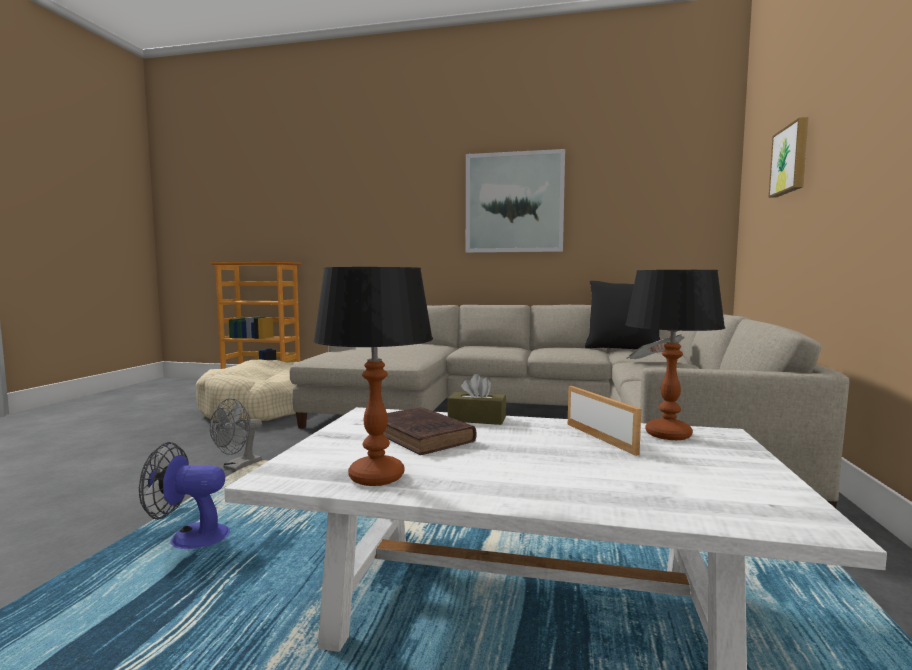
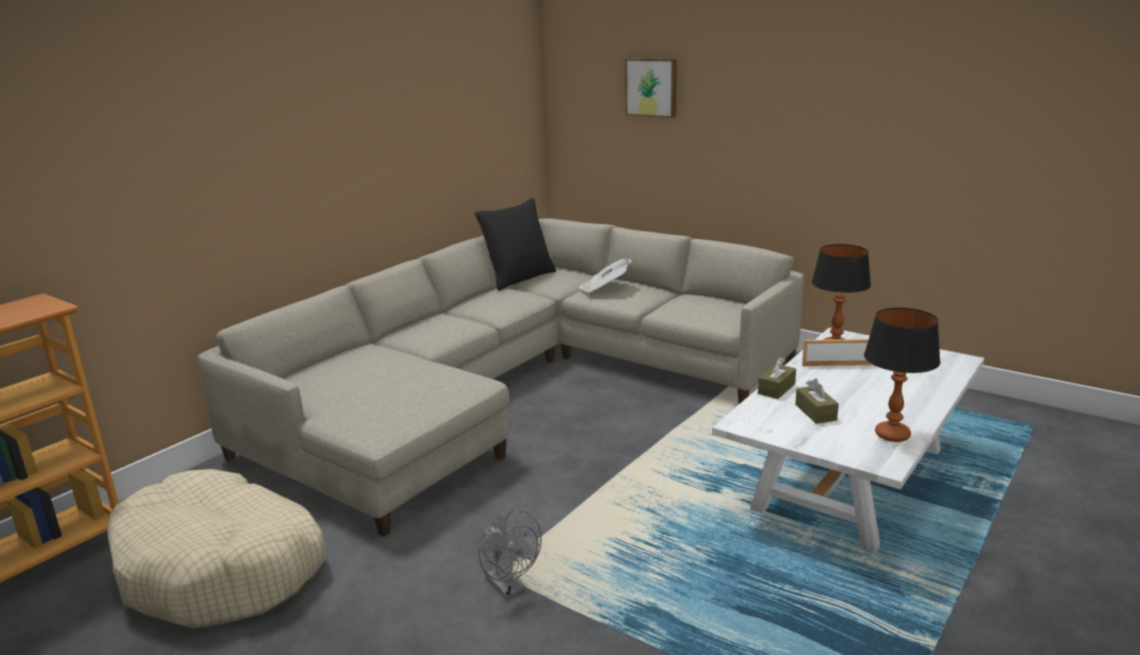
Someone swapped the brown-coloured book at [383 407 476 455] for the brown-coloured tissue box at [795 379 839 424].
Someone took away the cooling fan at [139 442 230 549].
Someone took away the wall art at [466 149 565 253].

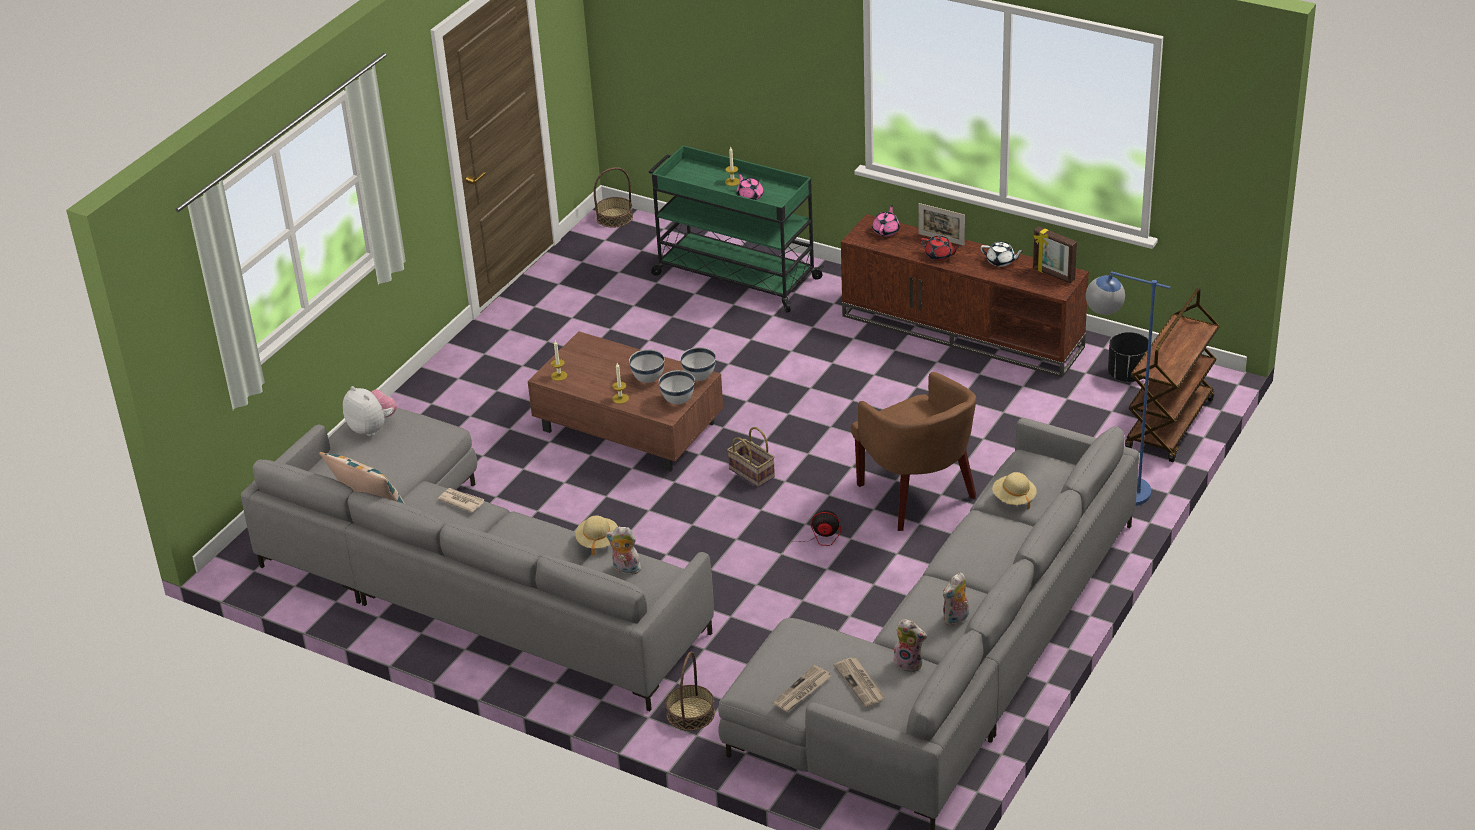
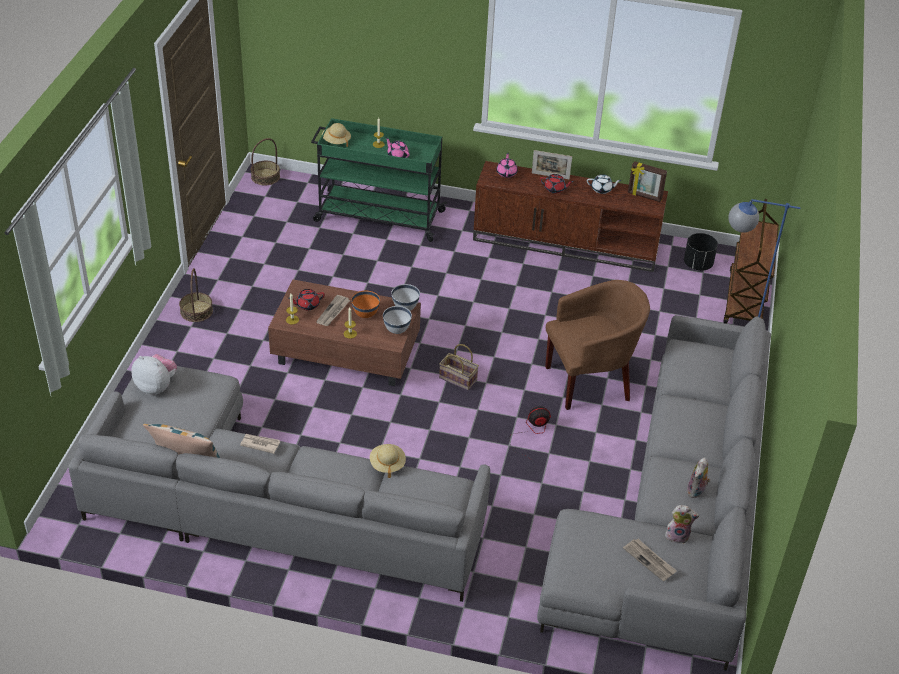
Someone carried the storage basket from [666 652 715 731] to [179 268 213 322].
Someone put down the reddish pot for tea at [289 289 325 310].
Someone carried the daily paper from [773 665 831 712] to [316 295 350 326].
Someone carried the sand-coloured wearable hat from [992 472 1037 509] to [322 123 351 147].
Someone repainted the whitish bowl at [629 349 665 383], which became the orange bowl at [351 291 380 318].
Someone rotated the brown-coloured lounge chair at [851 372 976 531] by 60 degrees counterclockwise.
Someone took away the plush toy at [606 526 641 575].

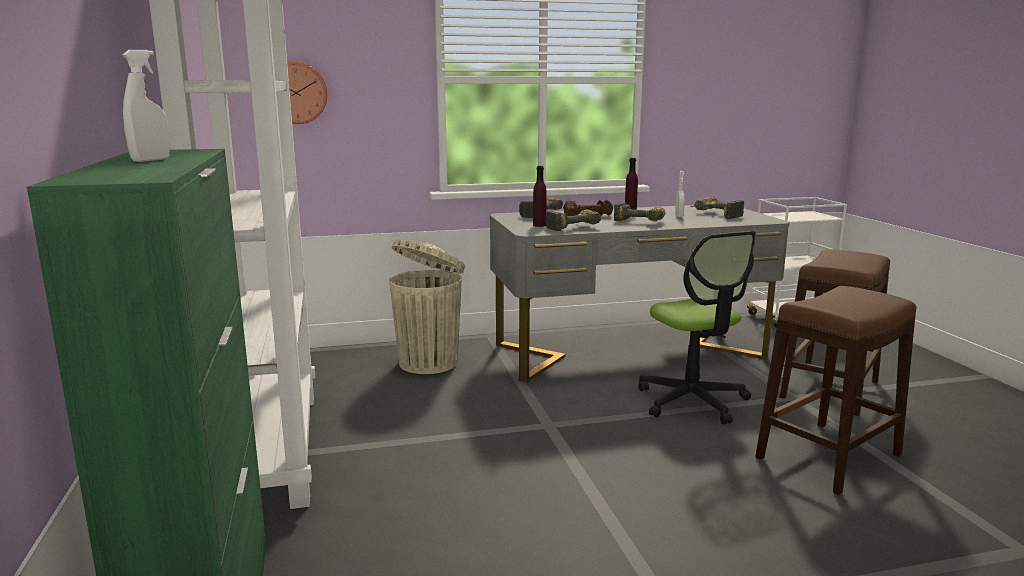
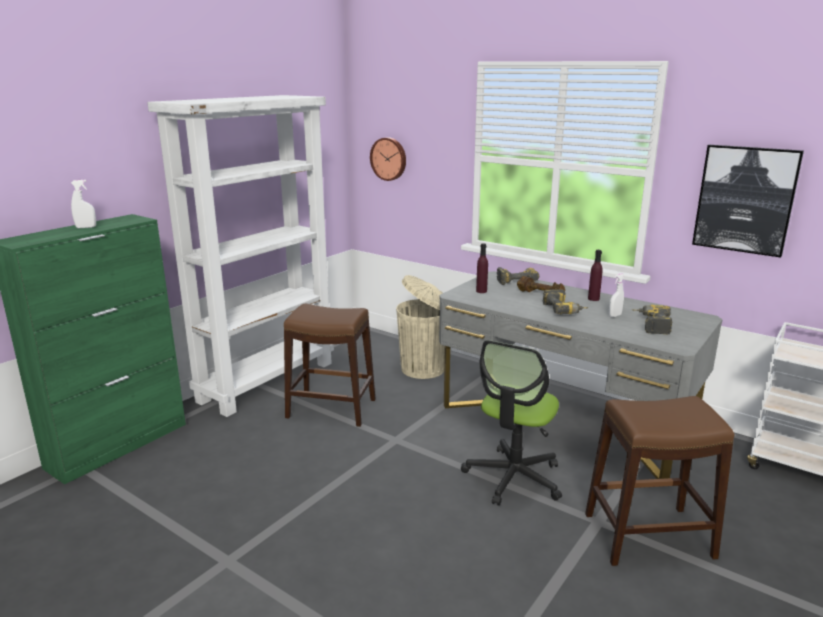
Someone carried the brown-coloured sitting stool from [755 286 917 495] to [284 304 376 427].
Someone put up the wall art at [692 145 804 258].
Someone took away the power drill at [545 210 601 231].

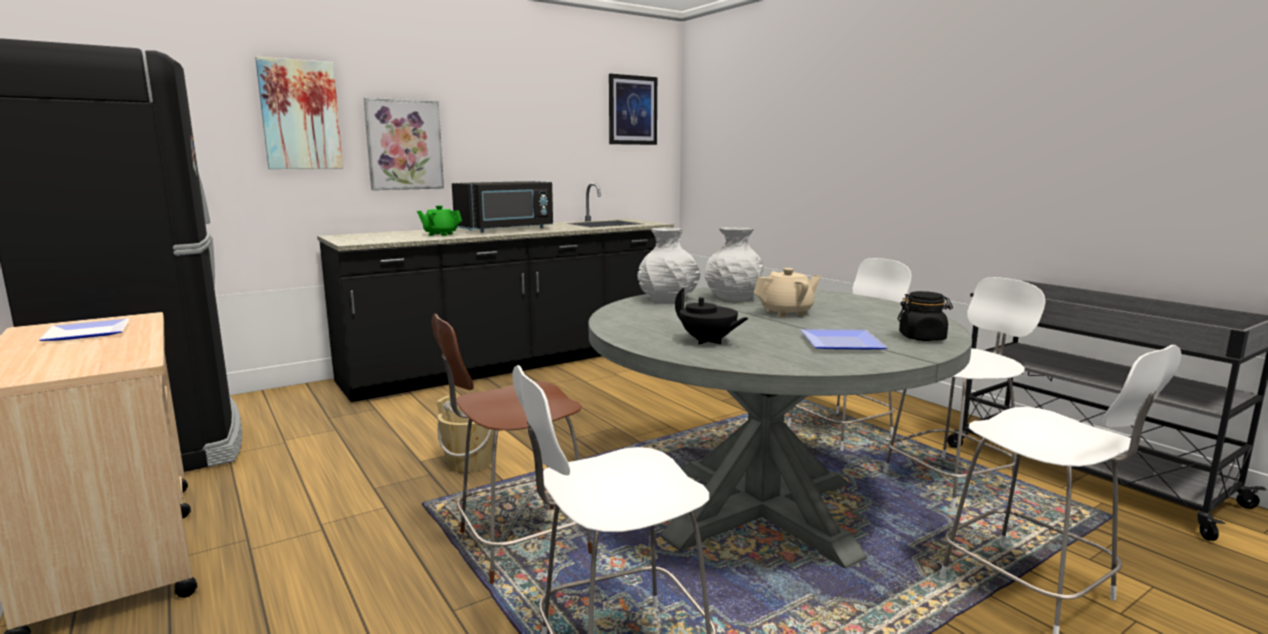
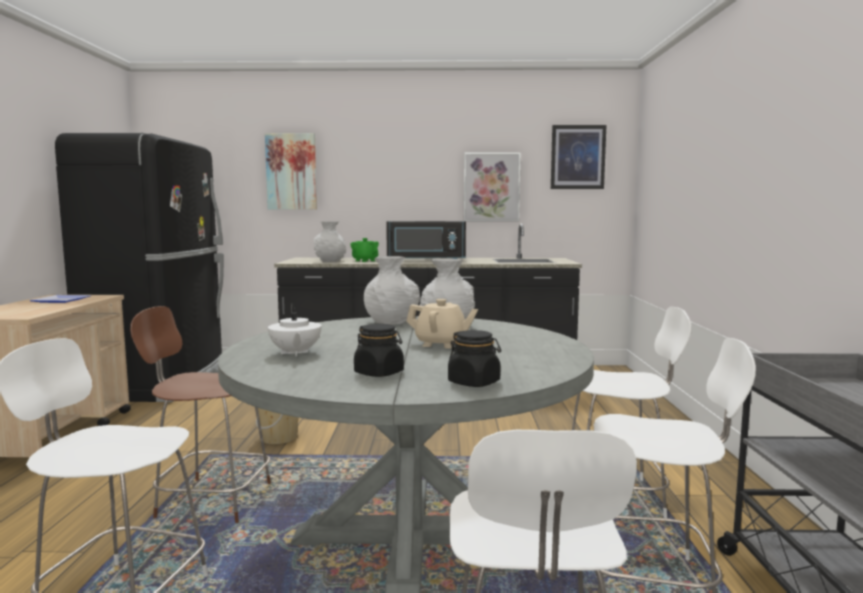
Someone repainted the blackish pot for tea at [675 288 749 345], which became the whitish pot for tea at [268 303 321 356].
Someone put down the whitish decorative vase at [313 222 346 262].
Someone swapped the plate at [801 329 888 349] for the blackish jar at [354 324 404 377].
Someone carried the wall art from [363 98 444 190] to [464 152 521 221].

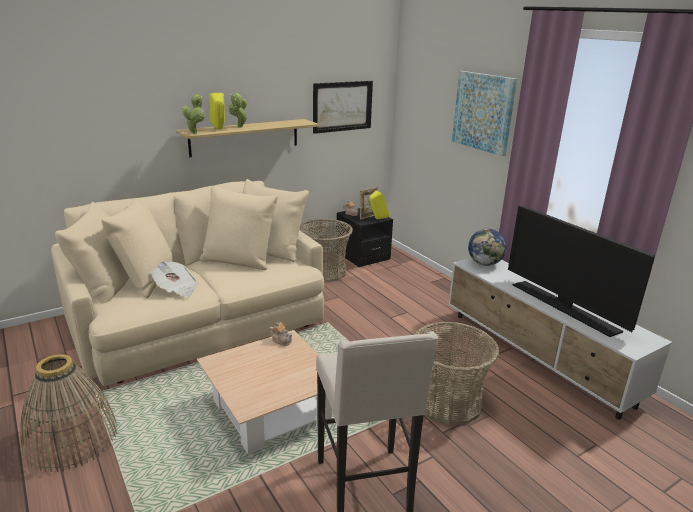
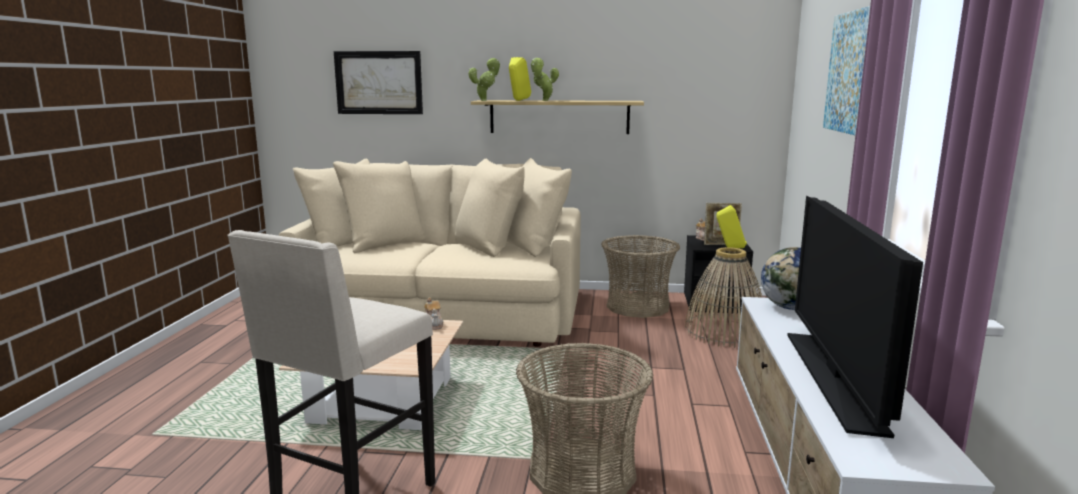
Someone carried the wall art from [313 81 373 134] to [334 51 423 114].
Someone carried the storage basket from [21 354 117 472] to [685 247 763 348].
Someone took away the daily paper at [151 261 199 297].

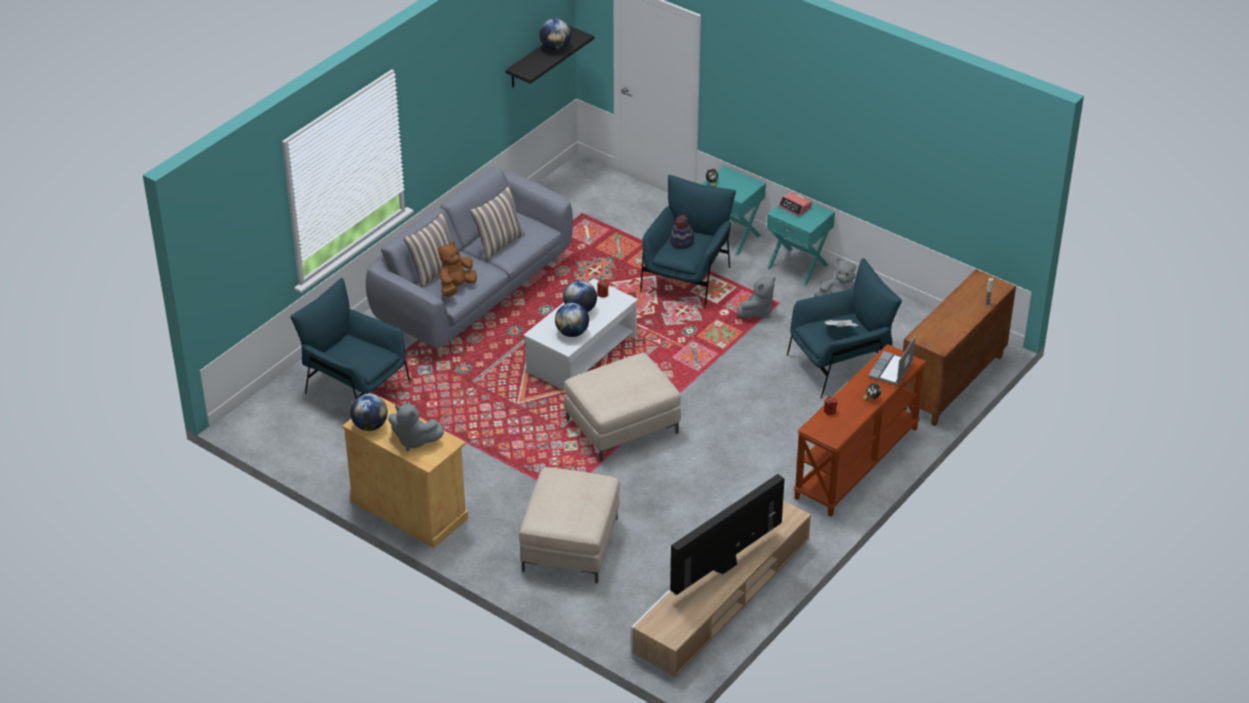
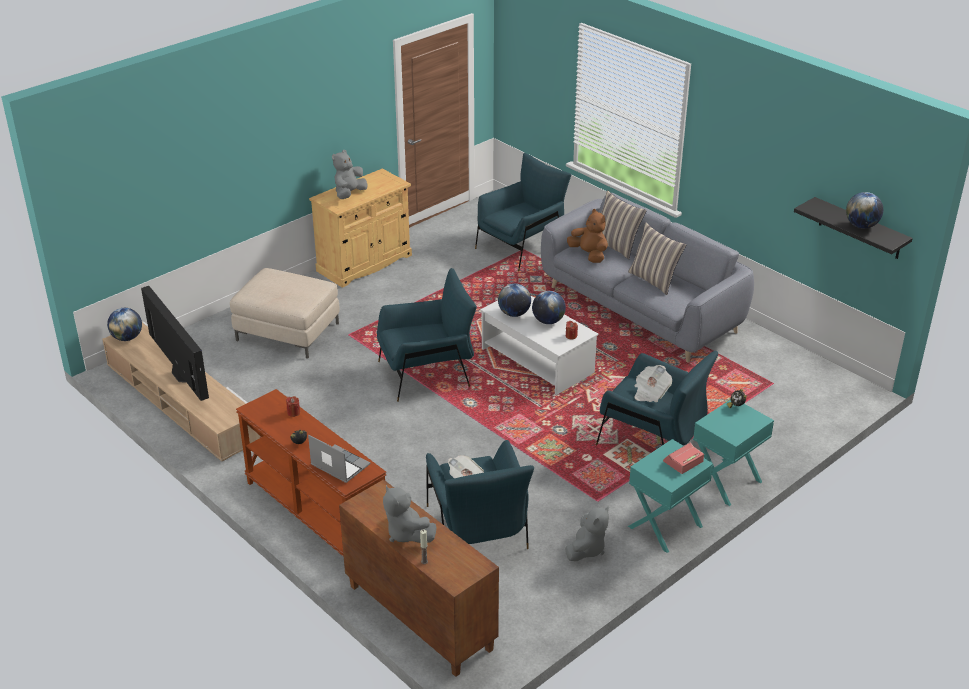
Someone carried the globe from [350 394 388 431] to [107 308 142 341].
Someone swapped the sand-coloured ottoman at [564 353 681 462] for the blue lounge chair at [377 268 477 402].
Someone carried the gray plush toy from [737 277 775 319] to [383 485 437 543].
Someone swapped the wearable hat at [670 215 694 249] for the daily paper at [634 365 672 402].

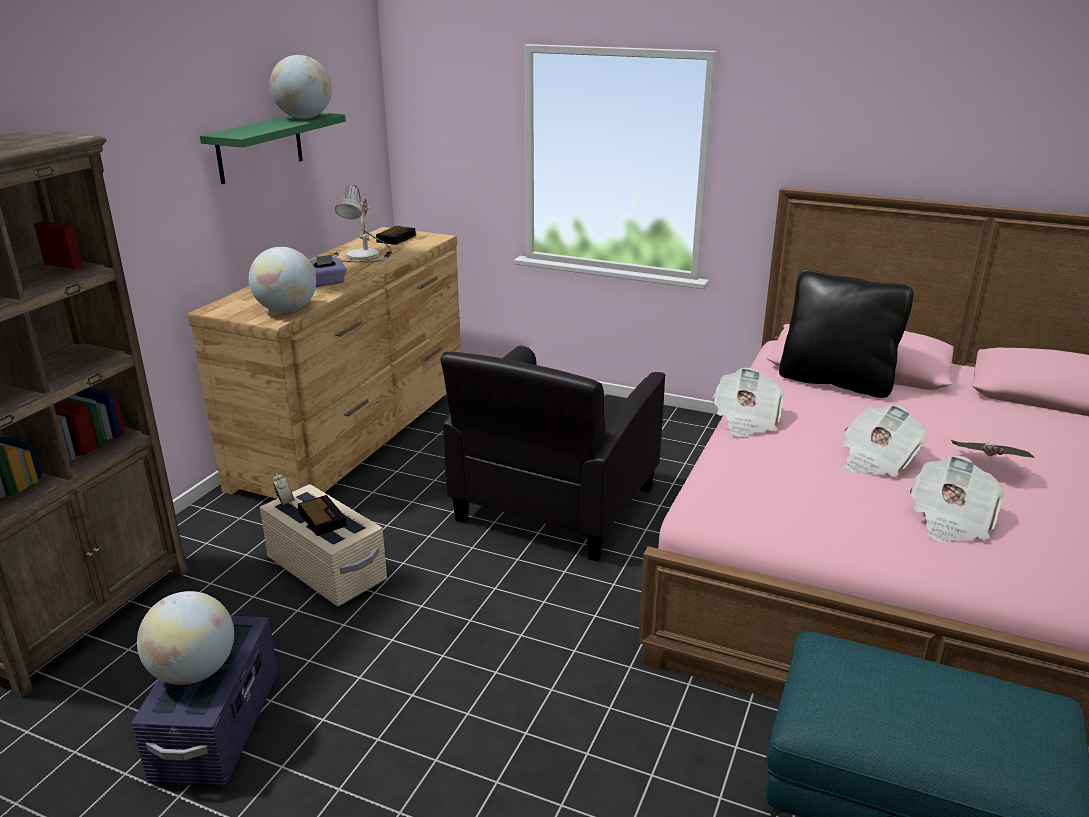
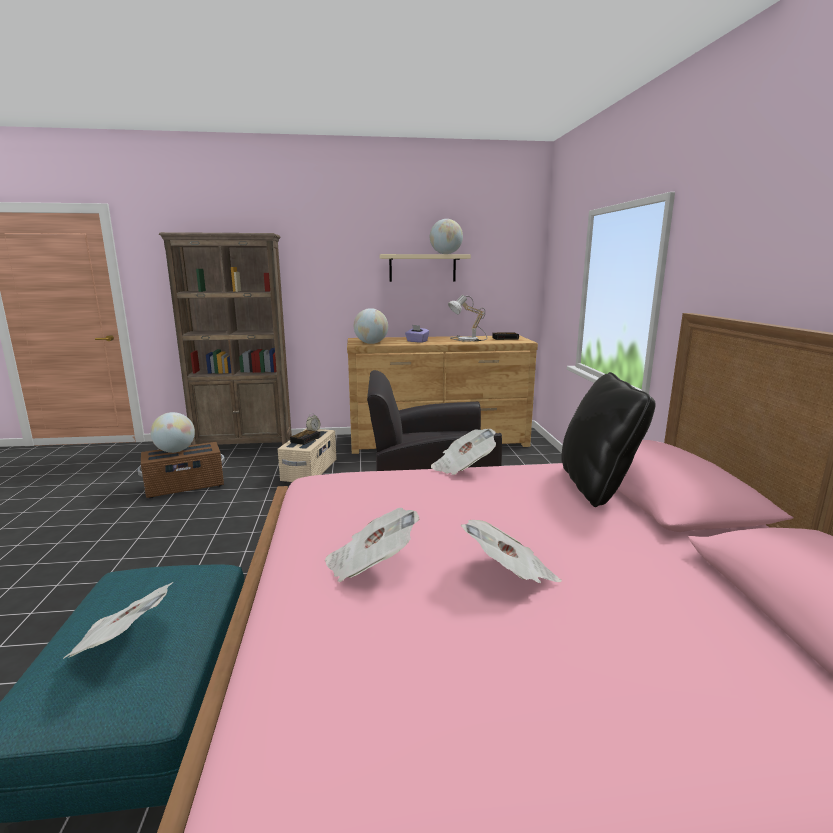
Someone carried the daily paper from [842 405 927 476] to [63 582 173 659].
Someone repainted the purplish storage bin at [131 616 278 787], which became the brown-coloured storage bin at [137 442 225 498].
Someone repainted the green wall shelf at [200 113 346 184], which became the sand-coloured wall shelf at [379 254 471 282].

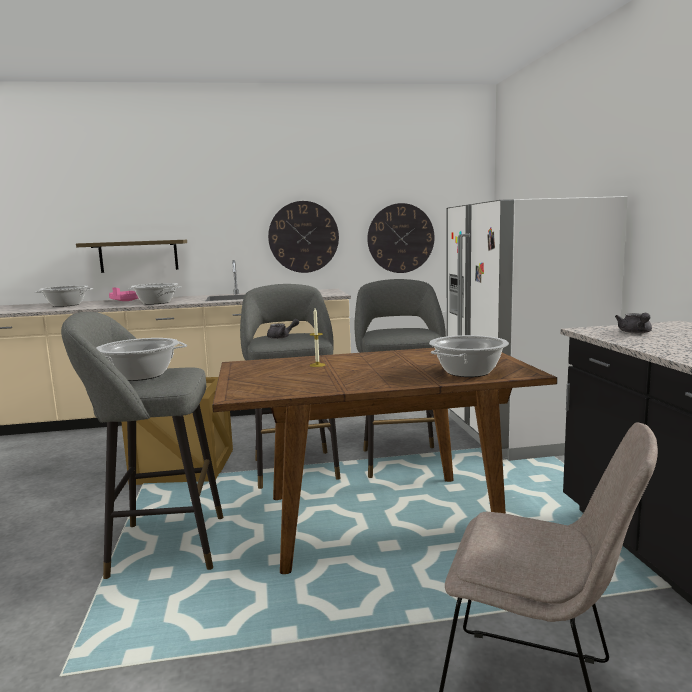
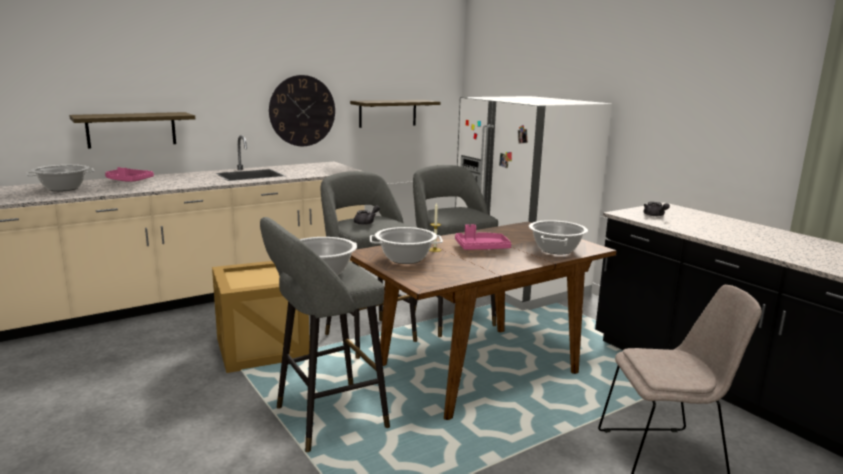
Someone swapped the wall clock at [367 203 435 273] for the wall shelf at [350 100 440 128].
Someone carried the stockpot from [129 283 182 305] to [370 227 443 264].
Someone put down the pink carrying tray at [455 224 511 250].

